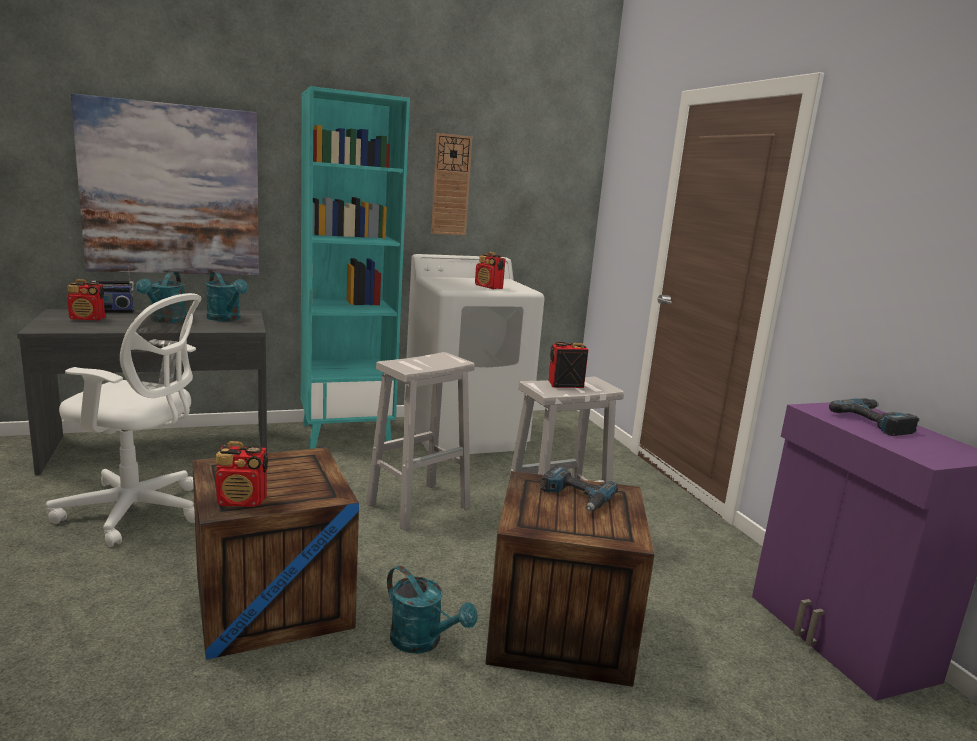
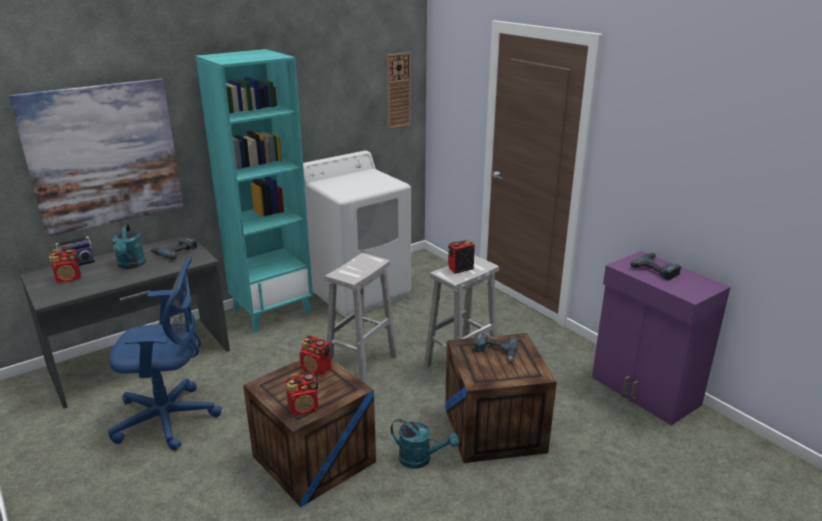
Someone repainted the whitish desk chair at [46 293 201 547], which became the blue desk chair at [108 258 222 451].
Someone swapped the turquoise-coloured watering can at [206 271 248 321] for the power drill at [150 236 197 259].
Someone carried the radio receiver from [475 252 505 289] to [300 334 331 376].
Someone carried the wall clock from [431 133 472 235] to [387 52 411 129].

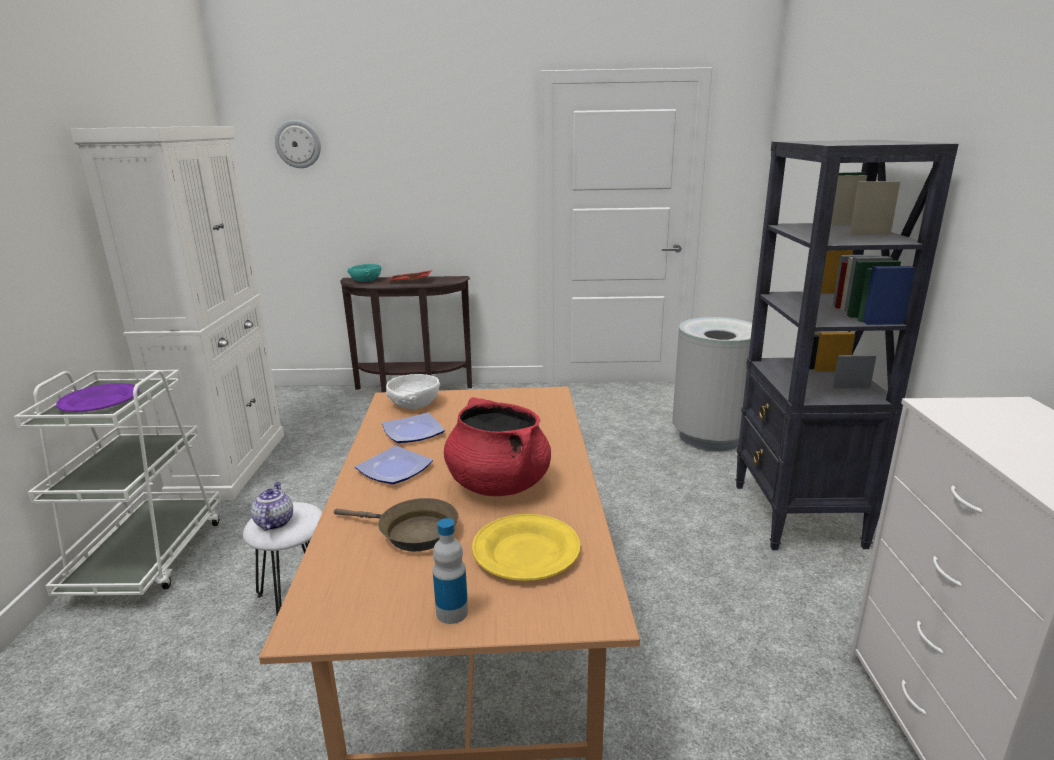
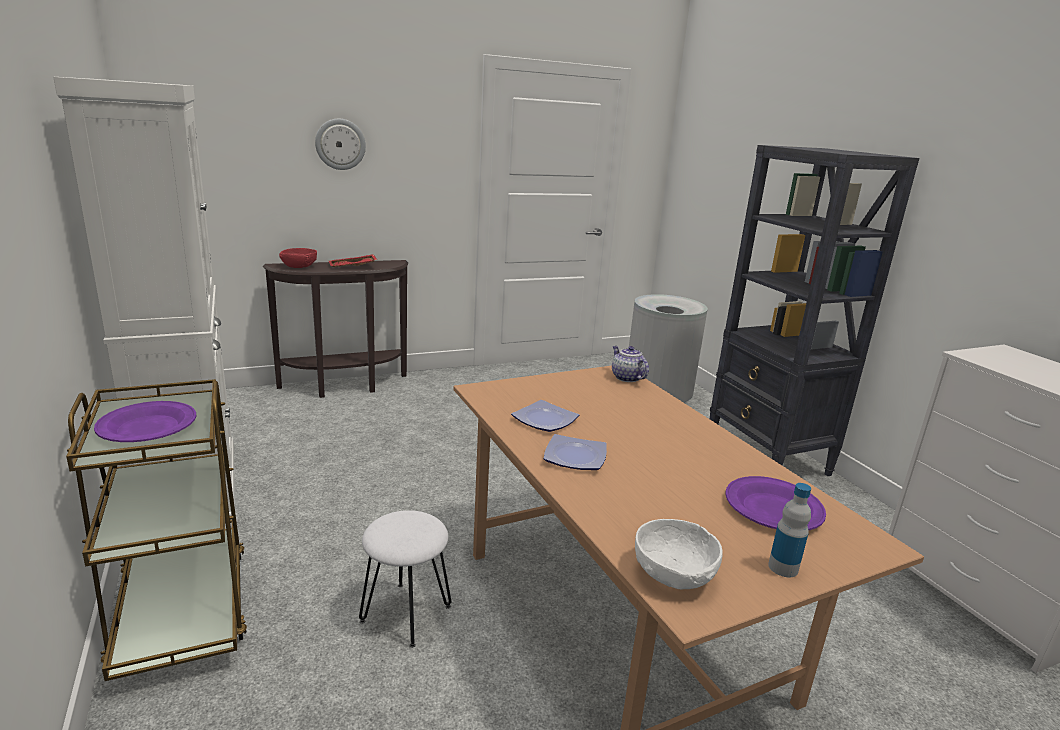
Someone repainted the whitish trolley at [14 370 221 596], which became the brown-coloured trolley at [66 379 247 681].
Someone repainted the turquoise-coloured bowl at [347 264 381 282], which became the reddish bowl at [279 248 317 268].
Someone carried the wall clock from [275 120 321 168] to [315 119 366 170].
Someone carried the pot for tea from [251 482 293 531] to [612 346 649 382].
Someone carried the whitish bowl from [386 374 440 409] to [635 519 723 590].
Someone repainted the yellow-coloured plate at [472 514 581 581], which became the purplish plate at [725 476 826 530].
Someone took away the brown-coloured pan at [334 498 458 551].
Someone took away the reddish stockpot at [444 397 551 496].

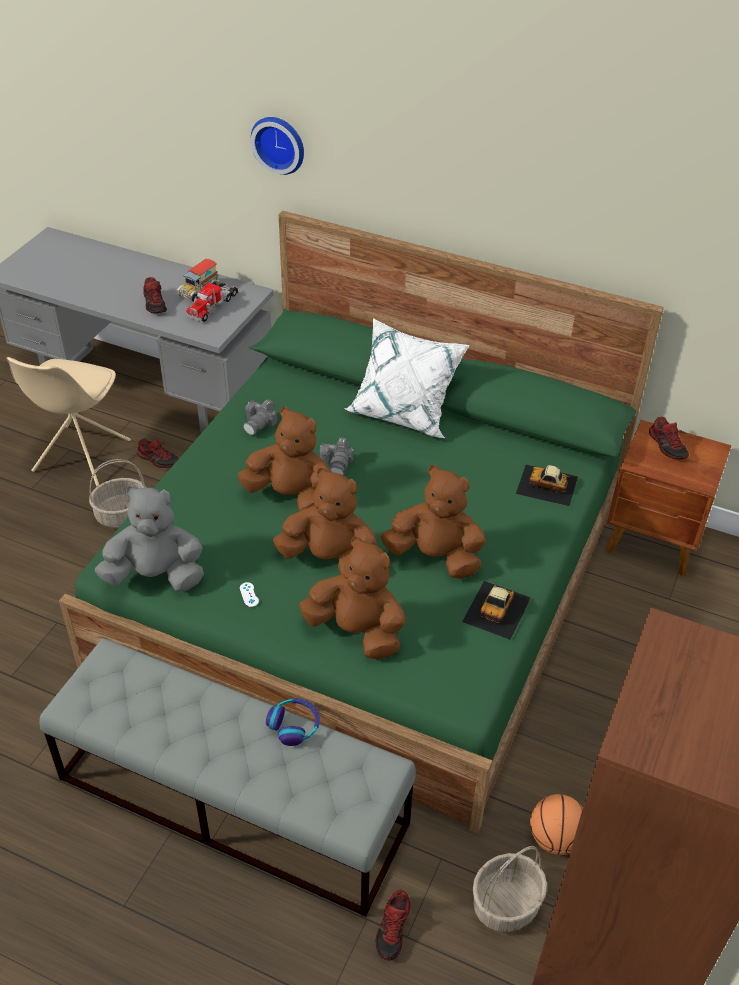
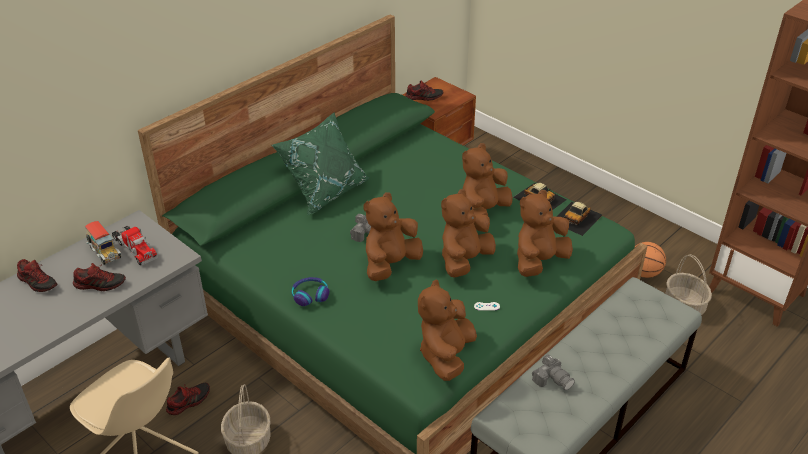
Someone carried the item of footwear from [376 890 410 960] to [17 259 57 292].
Someone repainted the whitish pillow at [344 318 470 438], which became the green pillow at [271 112 370 216].
Someone carried the pair of headphones from [266 698 320 746] to [292 277 329 306].
Someone repainted the gray plush toy at [95 485 204 592], which became the brown-coloured plush toy at [418 279 477 381].
Someone carried the photo camera from [243 399 277 435] to [532 354 575 390].
Someone carried the toy car from [516 465 578 506] to [557 202 602 236].
Someone took away the wall clock at [251 117 304 175].

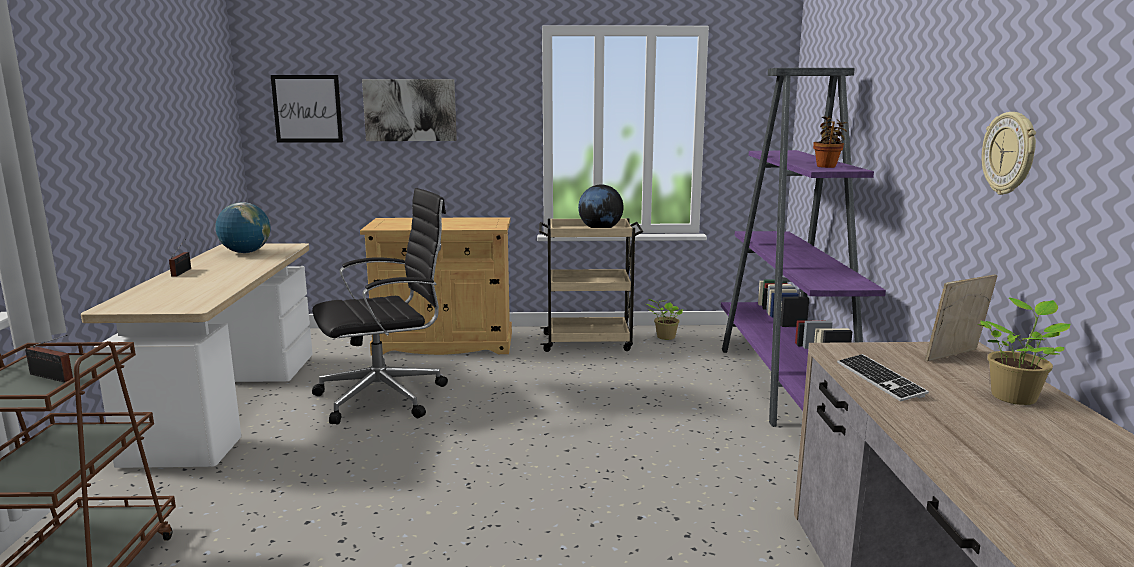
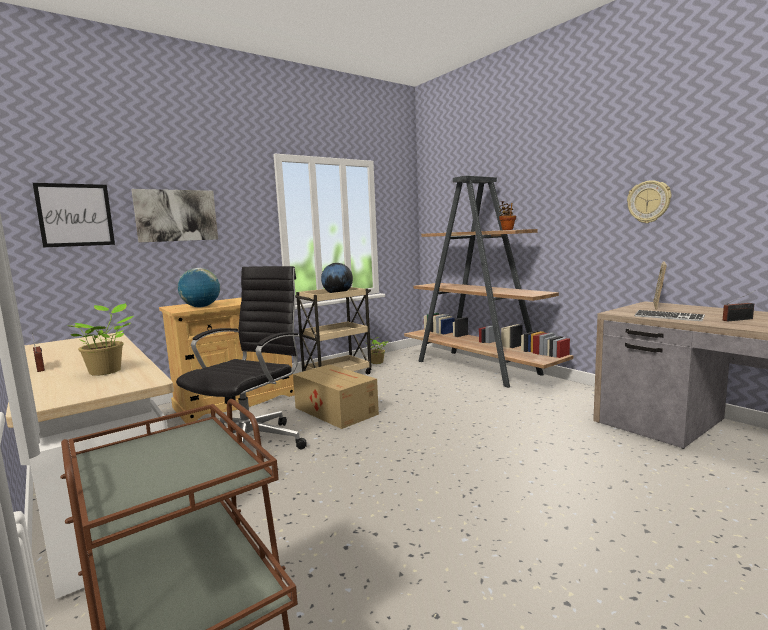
Someone carried the plant in a pot from [978 298 1071 405] to [69 303 133 376].
Someone carried the globe from [215 202 270 253] to [178 268 220 307].
Someone put down the cardboard box at [293 365 379 429].
Someone repainted the purplish bookshelf at [721 68 886 427], which became the brown-coloured bookshelf at [404 176 573 388].
Someone carried the radio receiver from [25 335 73 382] to [723 291 754 321].

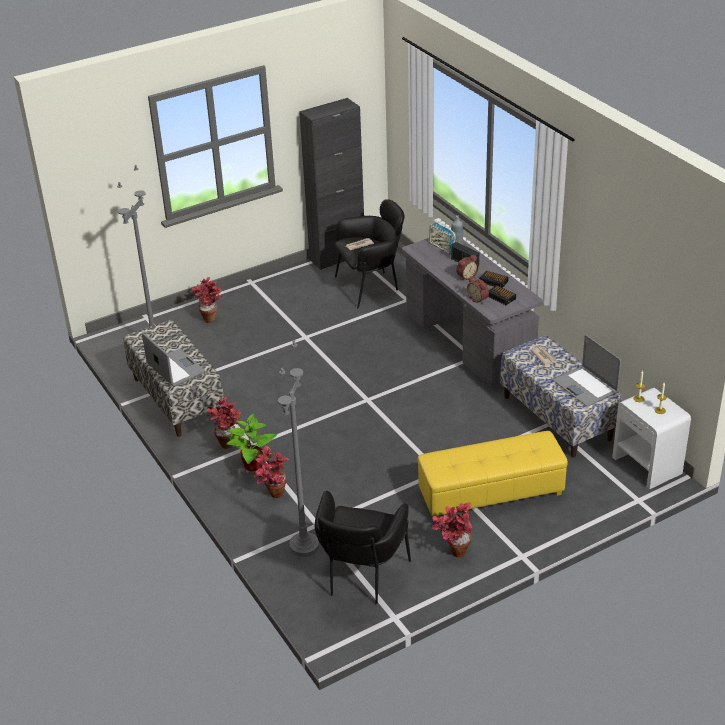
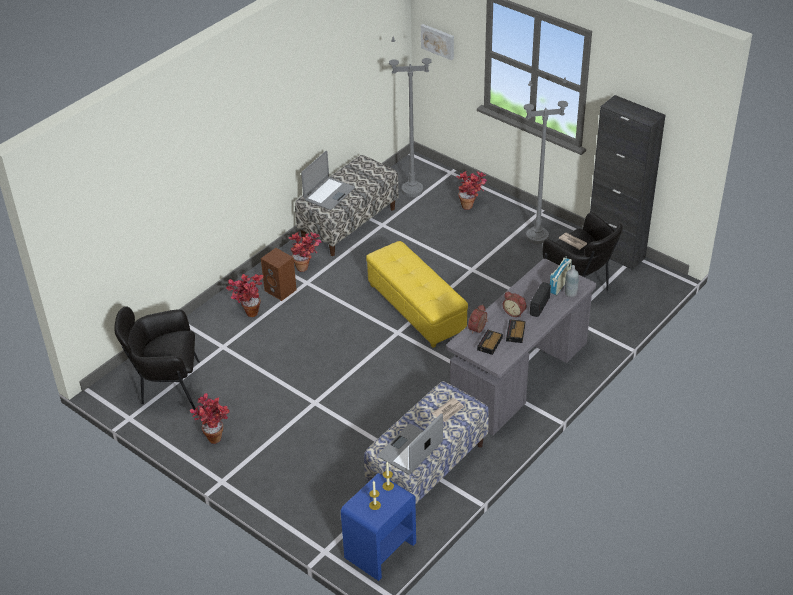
Someone swapped the plant in a pot at [227 413 277 471] for the brown-coloured audio speaker at [261 248 297 301].
Someone repainted the whitish nightstand at [612 388 691 489], which became the blue nightstand at [341 473 416 581].
Someone carried the yellow-coloured ottoman from [418 431 568 518] to [366 241 468 348].
Someone put up the wall art at [421 24 454 60].
Someone carried the gray floor lamp from [278 340 319 557] to [524 78 568 244].

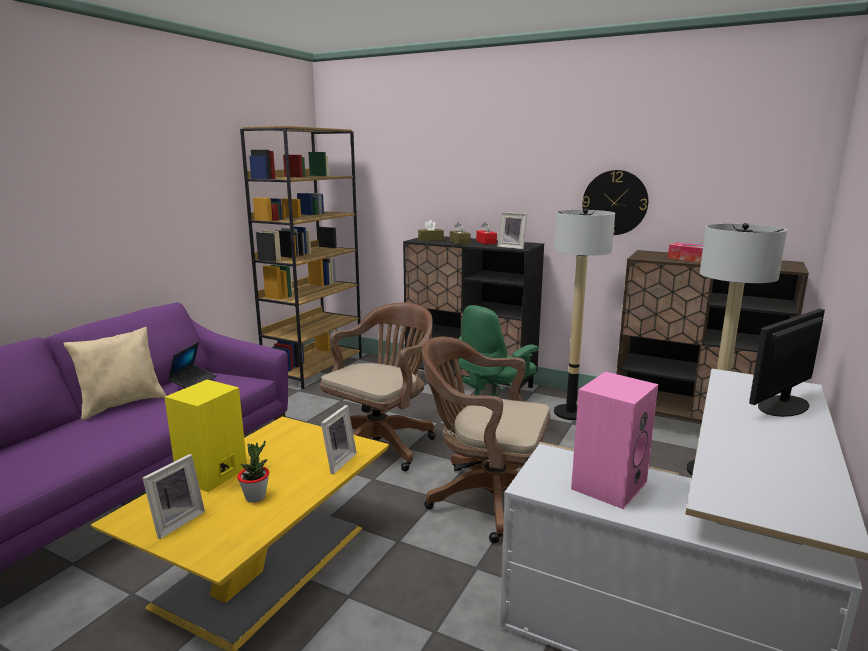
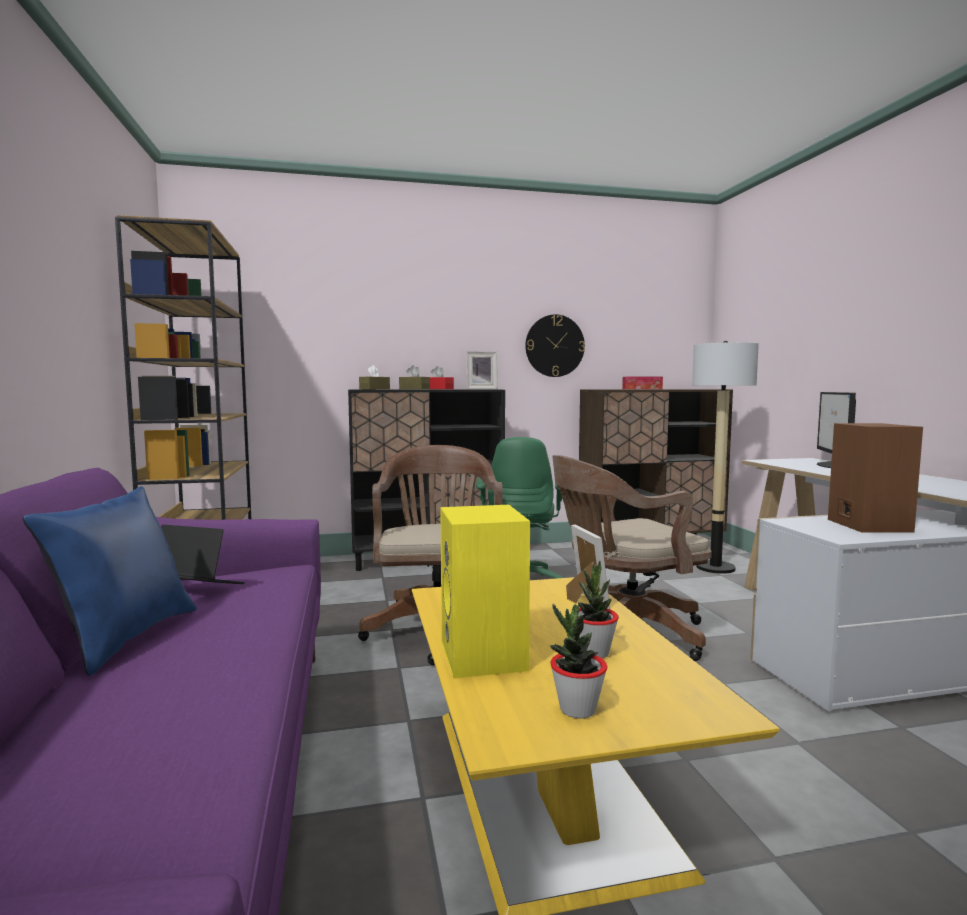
Someone repainted the sand-coloured pillow at [63 327 167 421], which became the blue pillow at [23 486 197 676].
Someone rotated the portable computer at [168 342 217 388] by 45 degrees counterclockwise.
Someone swapped the photo frame at [143 454 205 539] for the plant in a pot at [550 604 607 719].
Someone repainted the pink audio speaker at [571 372 658 509], which became the brown-coloured audio speaker at [828 423 923 533].
Someone took away the floor lamp at [554 209 615 420].

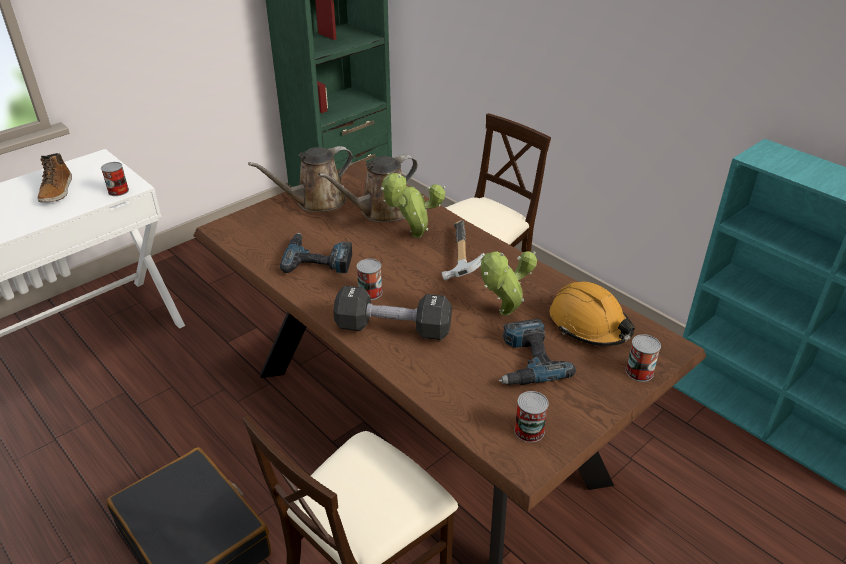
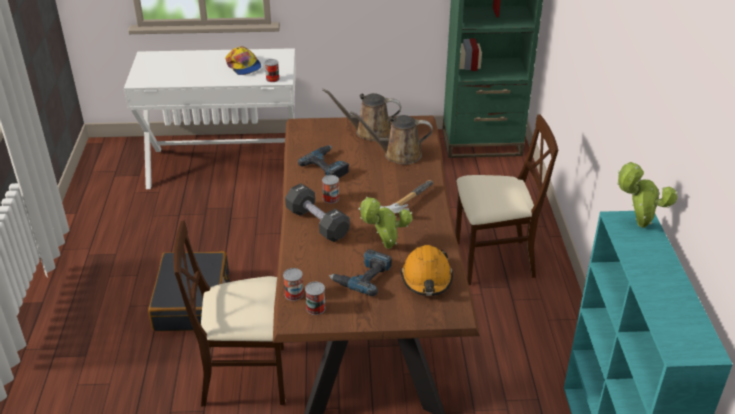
Someone swapped the boot at [37 153 72 202] for the cap at [225 46 261 75].
Someone carried the sealed can from [626 334 661 382] to [283 268 304 301].
Someone carried the plant in a pot from [381 173 445 238] to [617 161 678 228].

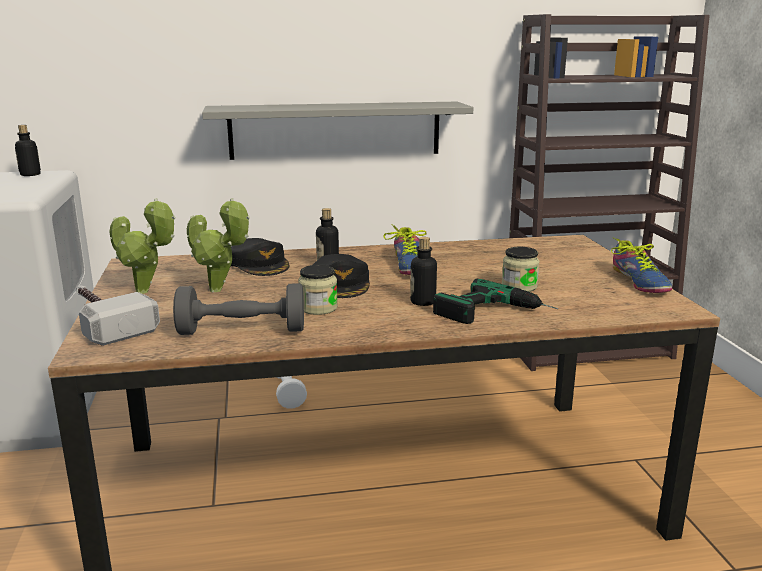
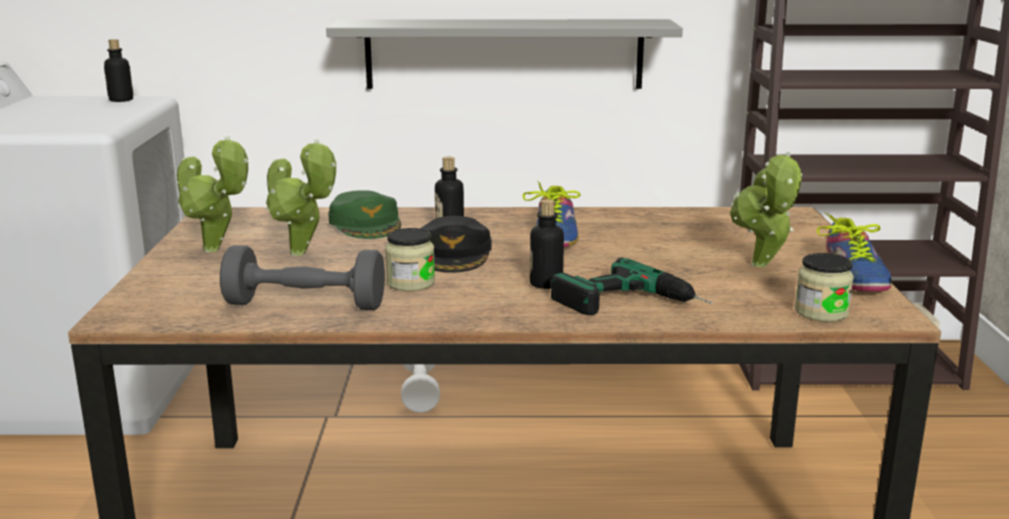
Someone repainted the blackish cap at [231 238 290 276], which became the green cap at [328 190 401 239].
Someone put down the plant in a pot at [730 152 802 268].
Someone carried the jar from [502 247 539 292] to [795 253 854 322].
Someone took away the hand hammer at [76 285 160 346].

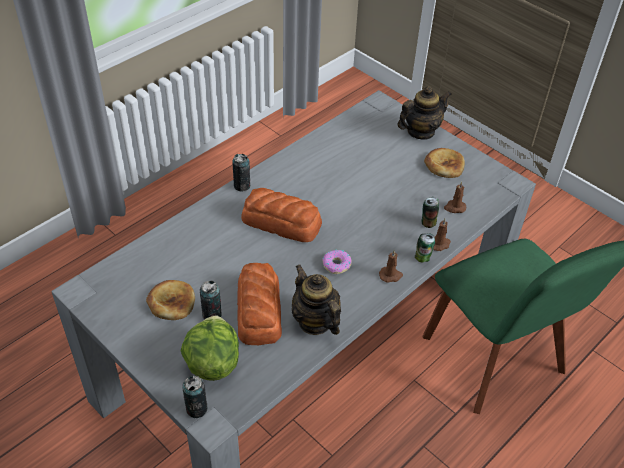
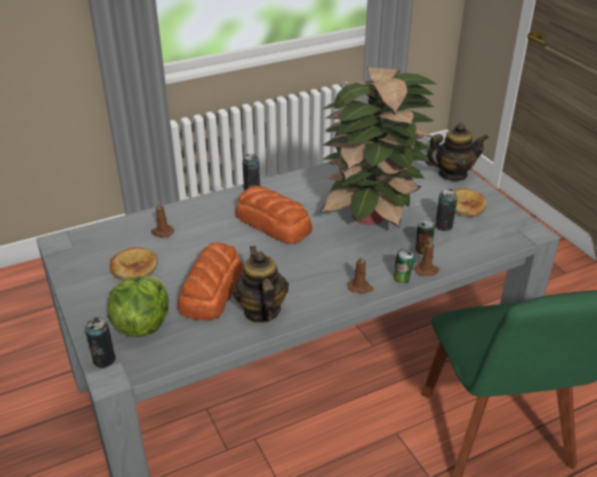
Someone carried the brown-coloured wax light from [444 181 466 213] to [151 201 174 238].
Someone put down the plant in a pot at [320 67 436 228].
Someone carried the sealed can from [200 281 222 320] to [435 189 457 231].
Someone took away the ring doughnut at [322 249 352 274].

